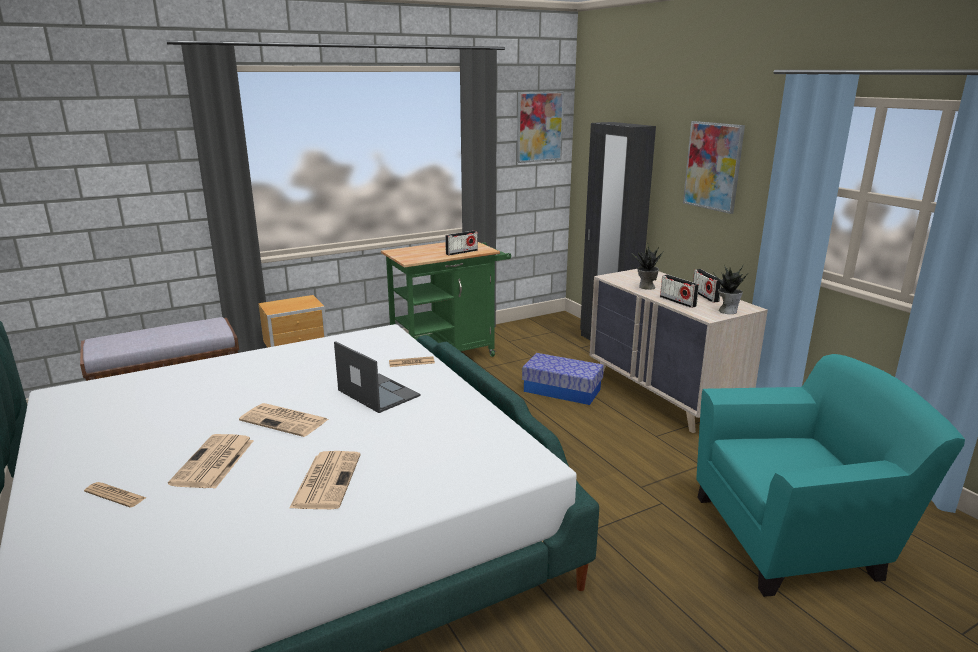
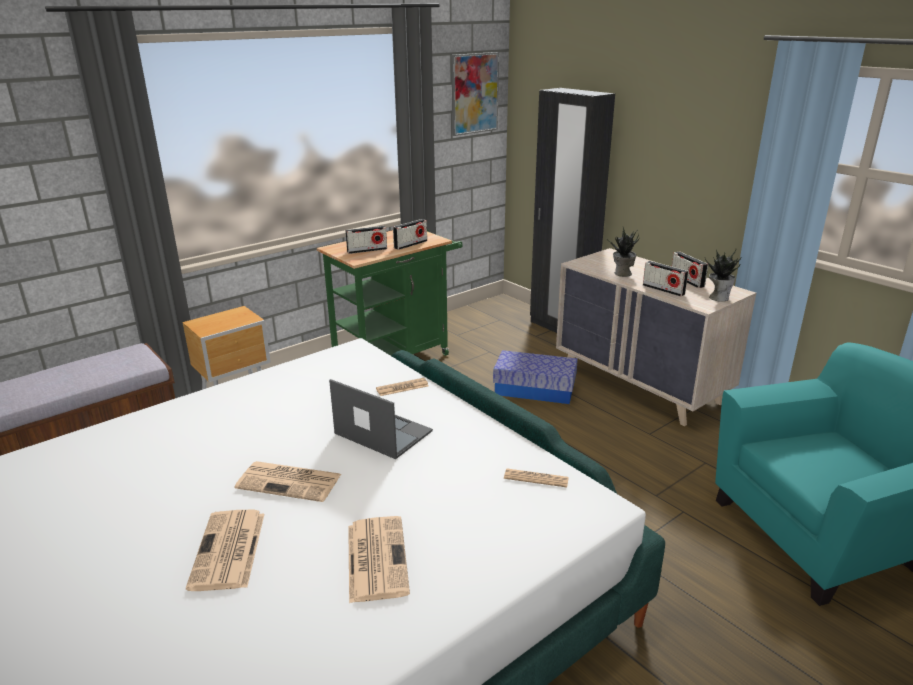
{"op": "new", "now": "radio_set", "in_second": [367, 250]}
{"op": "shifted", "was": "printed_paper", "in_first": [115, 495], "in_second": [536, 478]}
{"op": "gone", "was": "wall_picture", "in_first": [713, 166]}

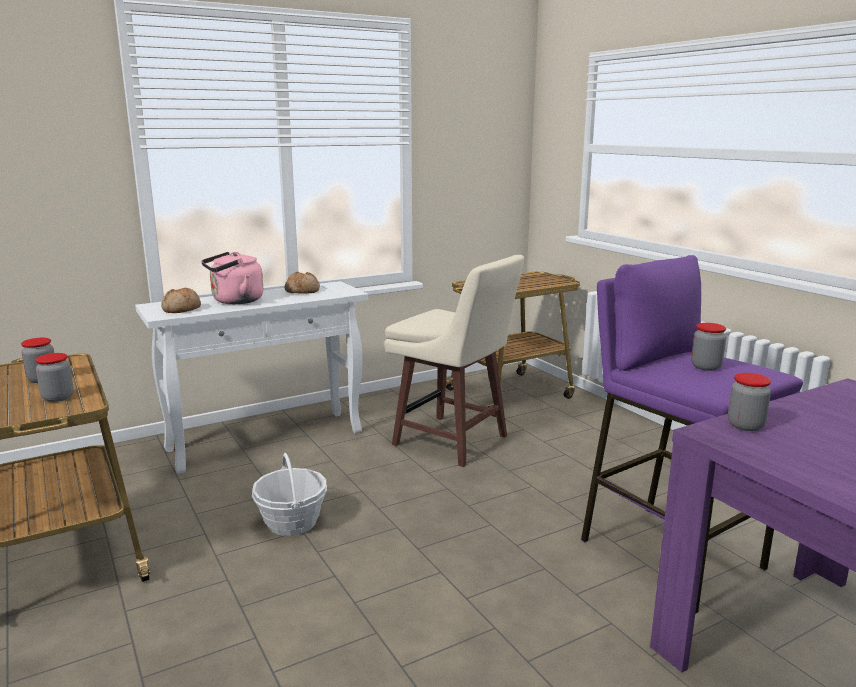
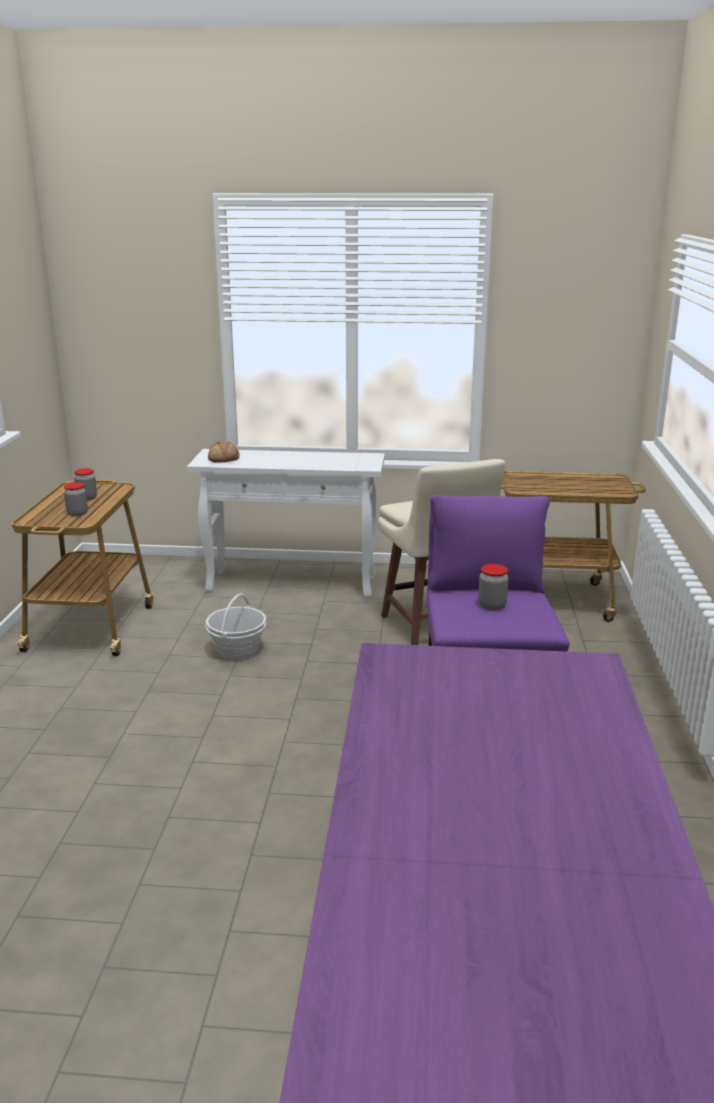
{"op": "gone", "was": "pinkish_kettle", "in_first": [234, 301]}
{"op": "gone", "was": "baked_bread", "in_first": [303, 291]}
{"op": "gone", "was": "storage_jar", "in_first": [745, 425]}

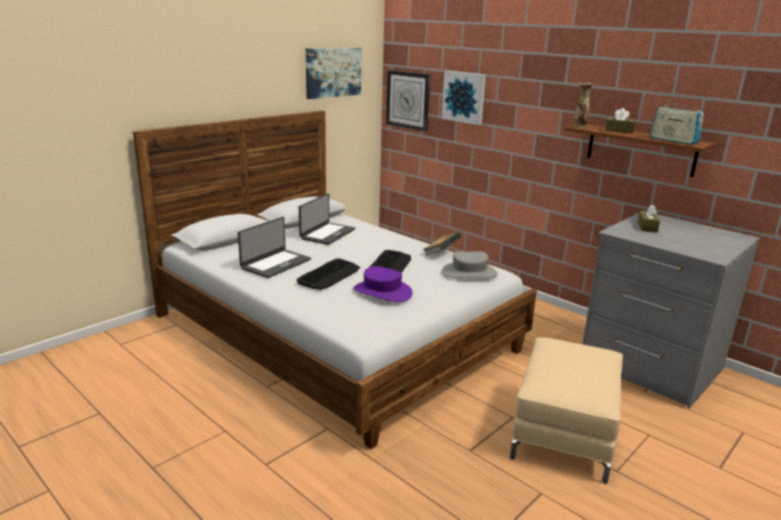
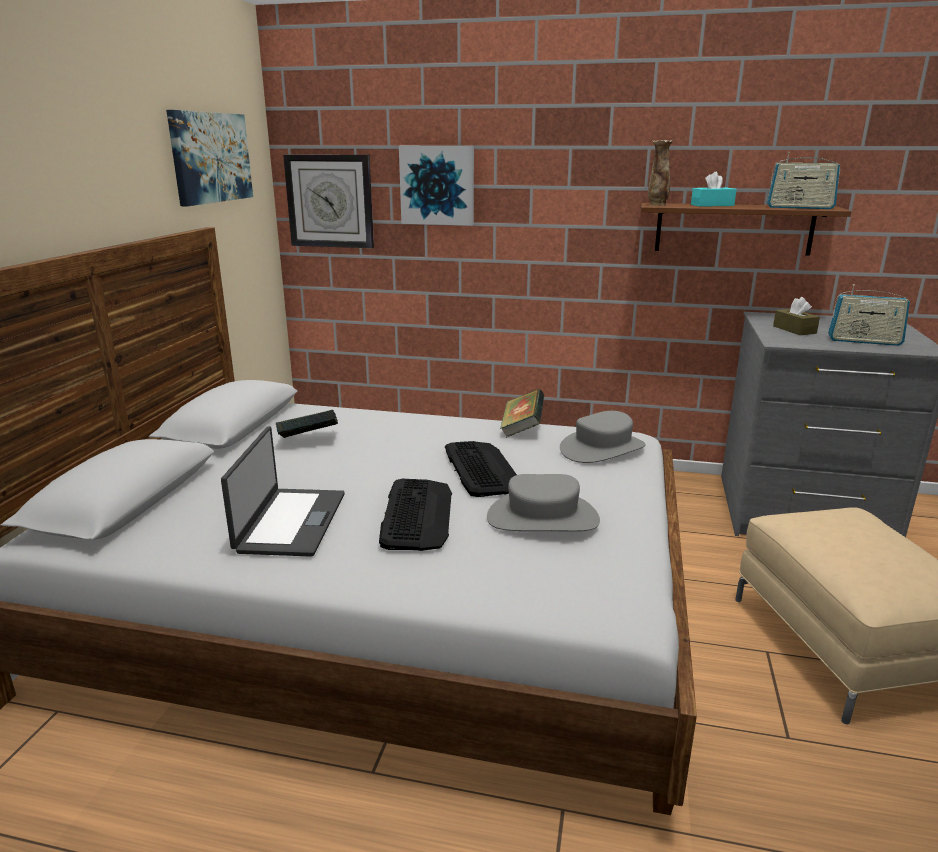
{"op": "swapped", "was": "notebook_computer", "now": "book", "in_first": [327, 234], "in_second": [309, 441]}
{"op": "repainted", "was": "purple-coloured_wearable_hat", "now": "grey_wearable_hat", "in_first": [382, 292], "in_second": [542, 518]}
{"op": "repainted", "was": "brown_tissue_box", "now": "blue-green_tissue_box", "in_first": [619, 131], "in_second": [712, 205]}
{"op": "new", "now": "radio_set", "in_second": [864, 341]}

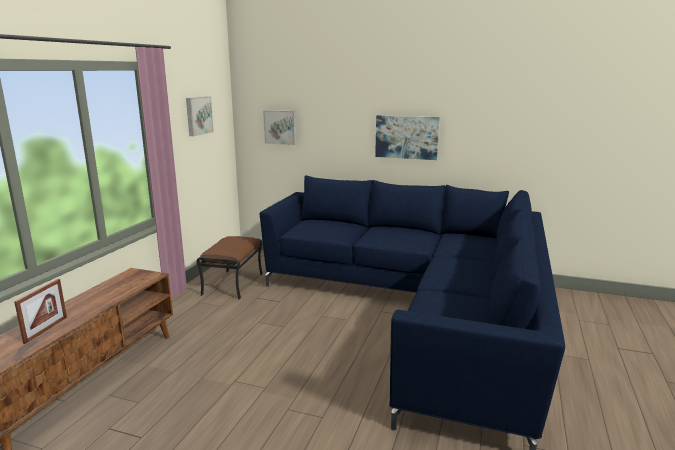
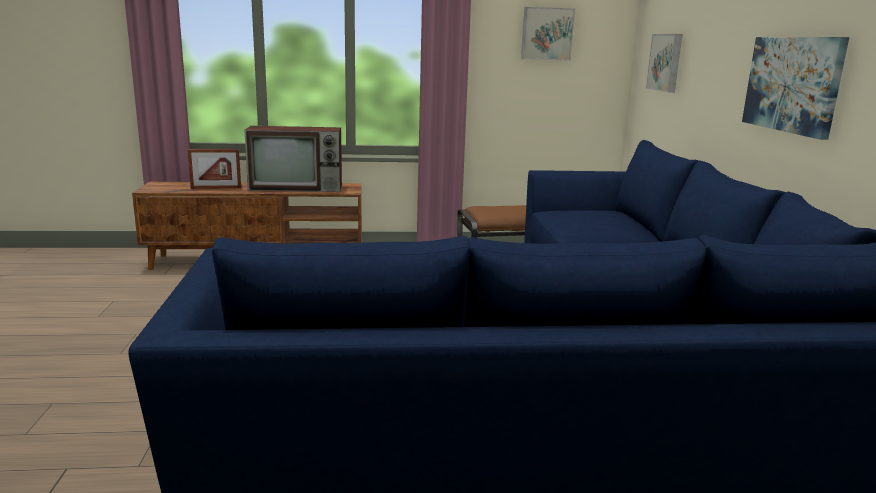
{"op": "new", "now": "TV", "in_second": [298, 187]}

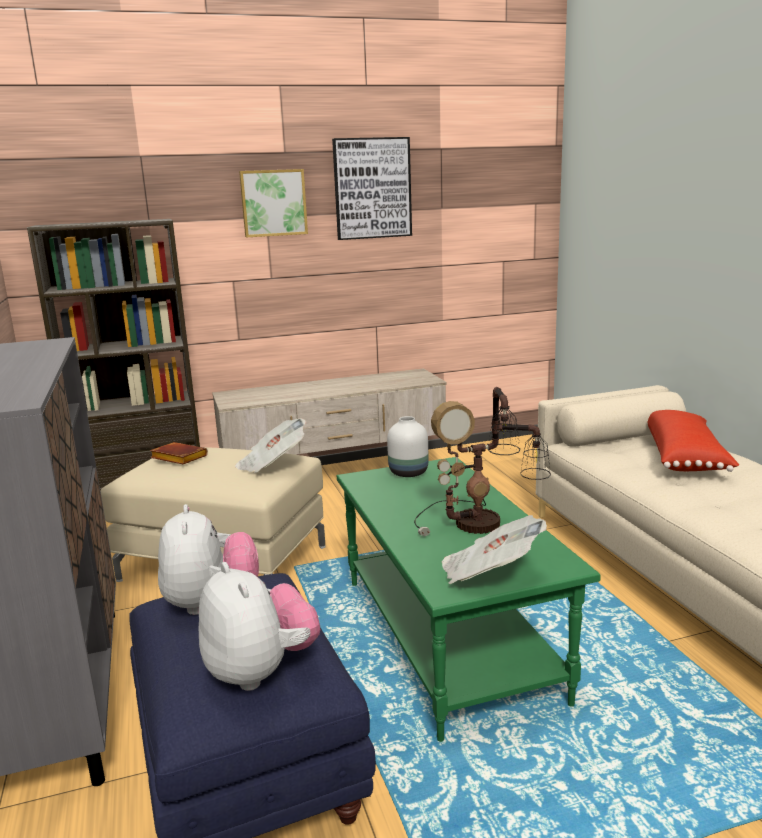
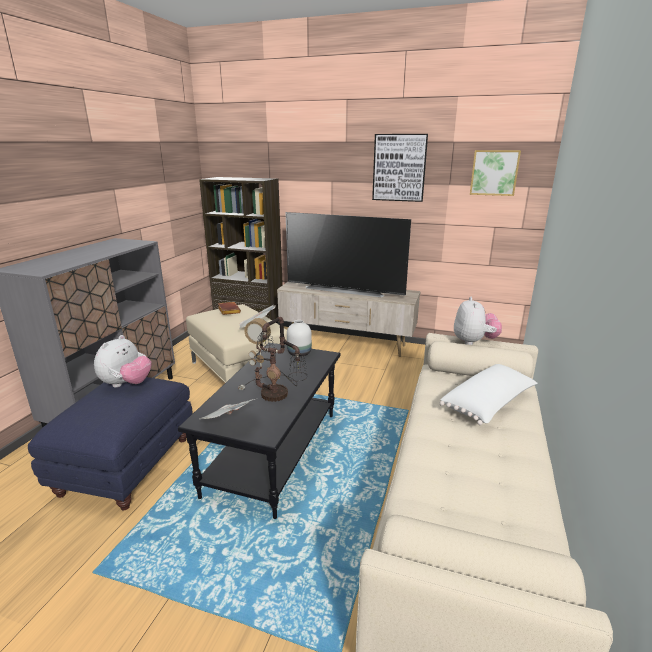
{"op": "repainted", "was": "greenish_coffee_table", "now": "black_coffee_table", "in_first": [450, 637], "in_second": [275, 453]}
{"op": "new", "now": "TV", "in_second": [345, 289]}
{"op": "repainted", "was": "red_pillow", "now": "white_pillow", "in_first": [685, 458], "in_second": [489, 405]}
{"op": "shifted", "was": "soft_toy", "in_first": [260, 671], "in_second": [474, 342]}
{"op": "shifted", "was": "wall_picture", "in_first": [273, 203], "in_second": [494, 172]}

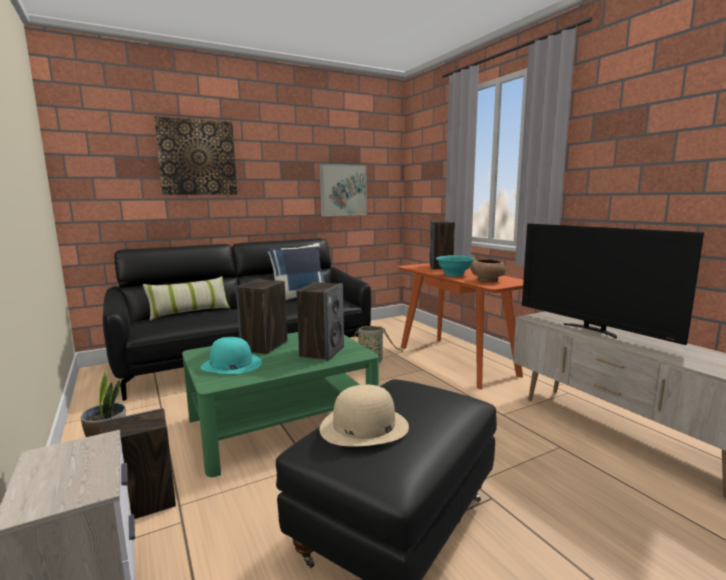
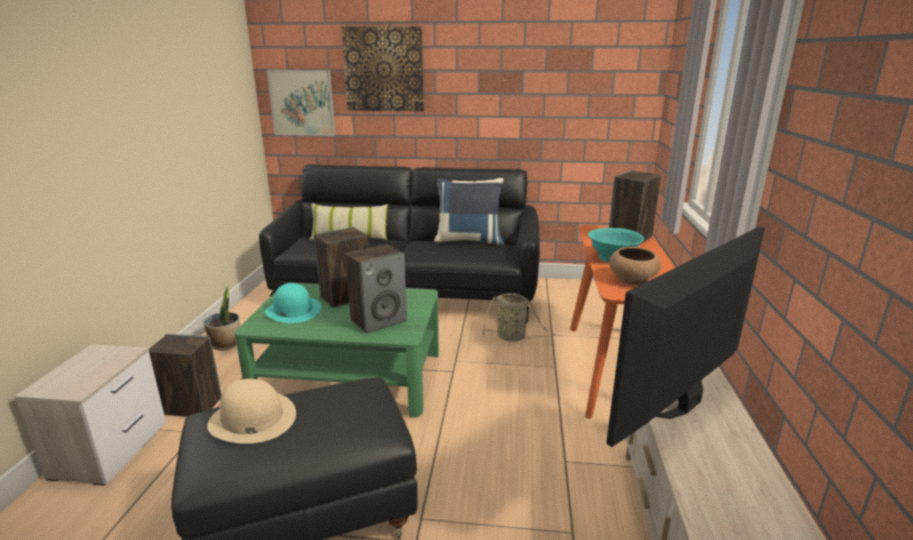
{"op": "shifted", "was": "wall_picture", "in_first": [343, 190], "in_second": [302, 103]}
{"op": "rotated", "was": "TV", "in_first": [592, 330], "in_second": [683, 403], "clockwise": 45}

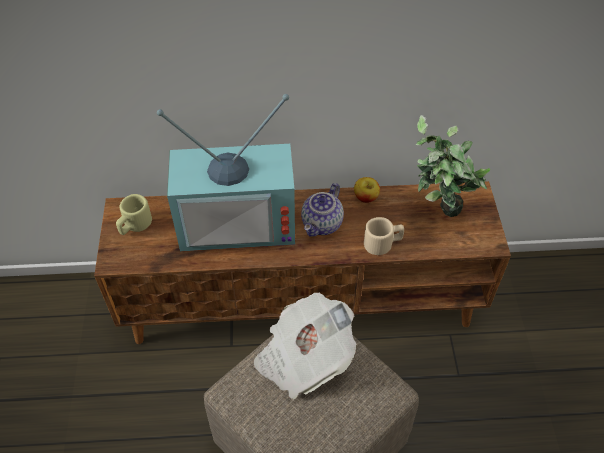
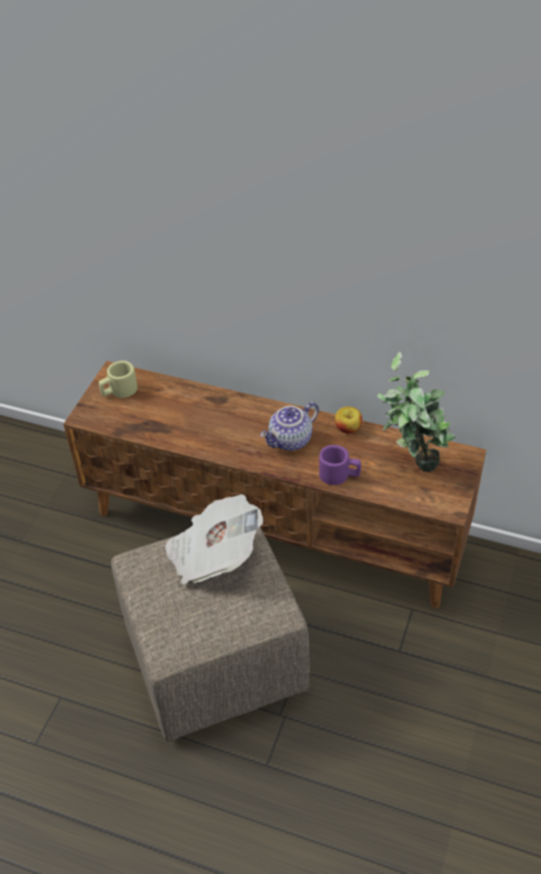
{"op": "repainted", "was": "beige_mug", "now": "purple-coloured_mug", "in_first": [383, 243], "in_second": [339, 475]}
{"op": "gone", "was": "TV", "in_first": [239, 220]}

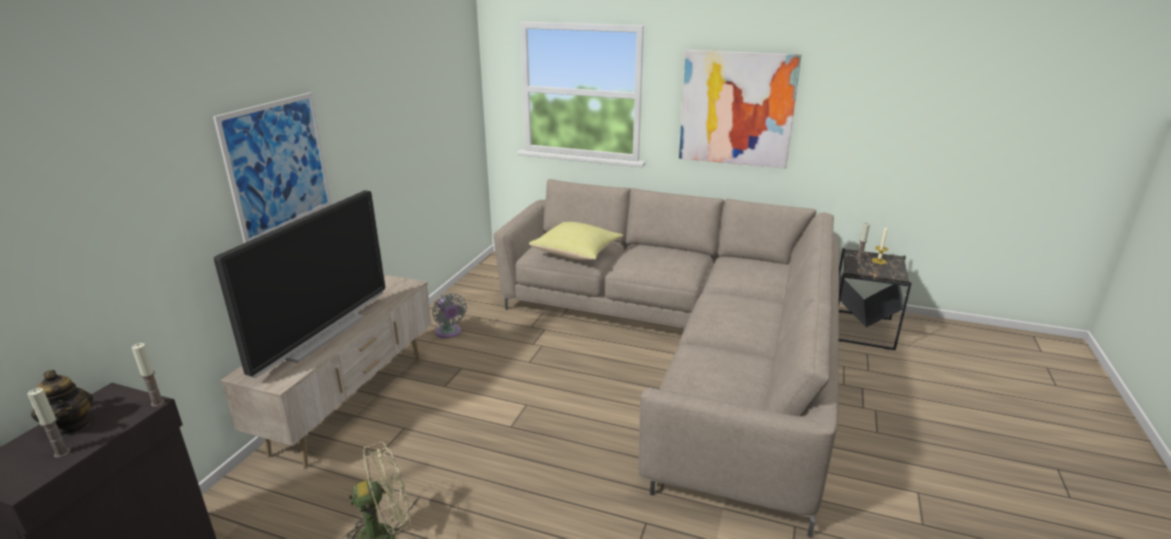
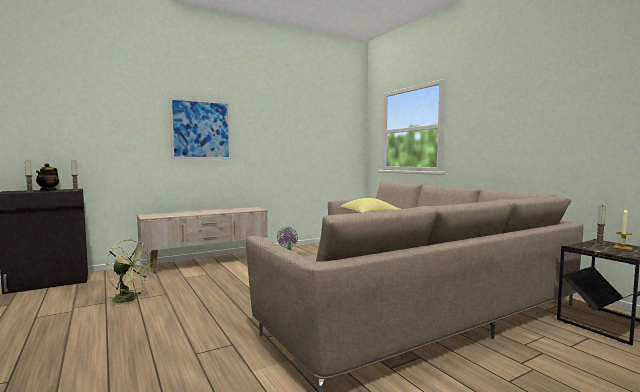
{"op": "gone", "was": "TV", "in_first": [321, 335]}
{"op": "gone", "was": "wall_picture", "in_first": [736, 109]}

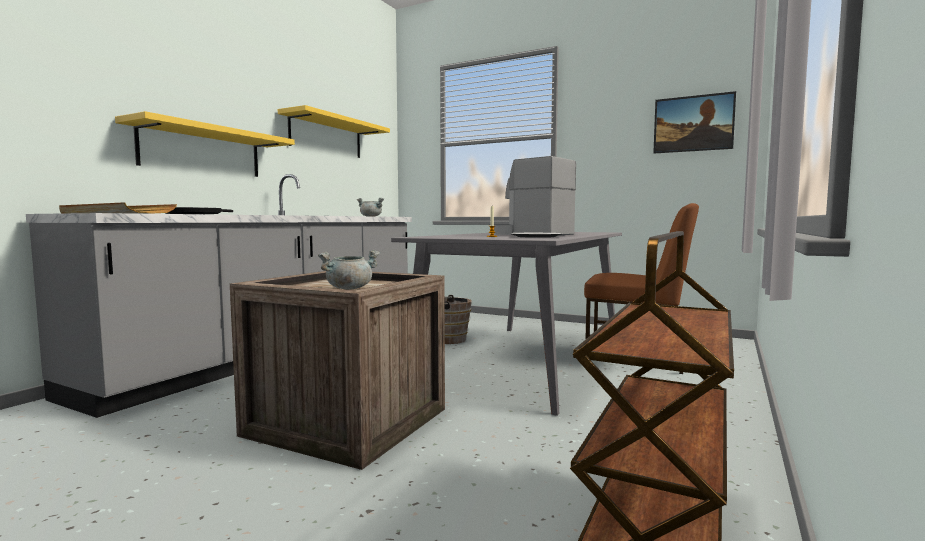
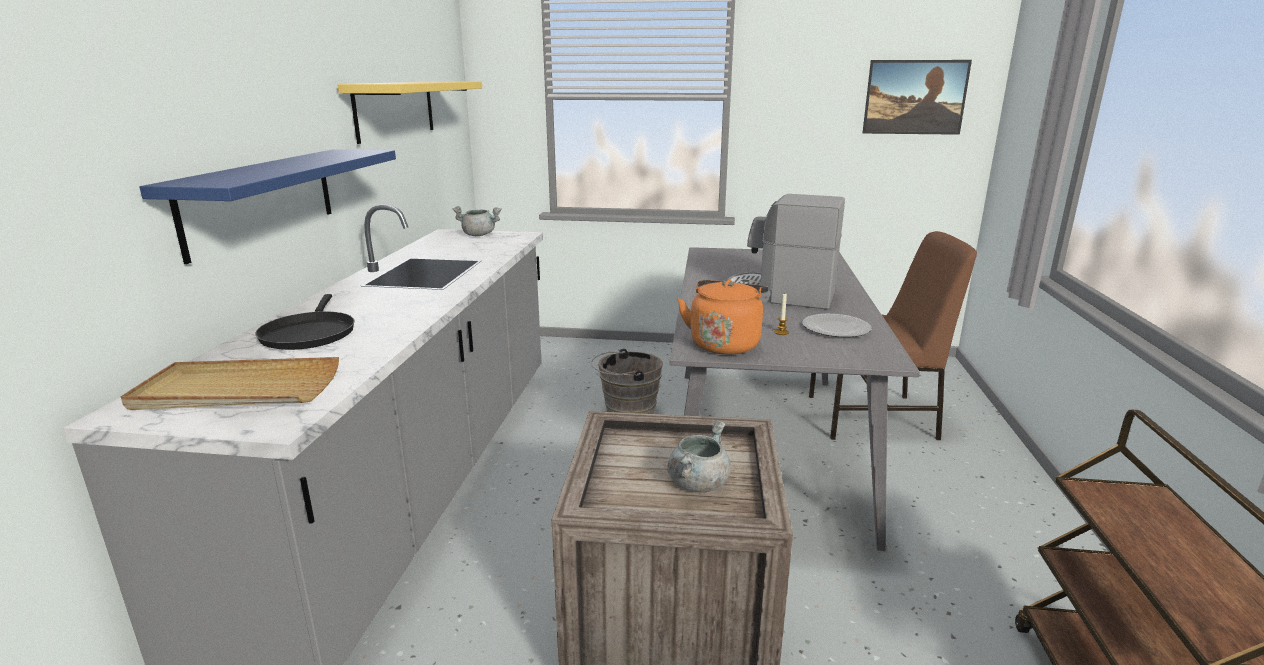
{"op": "repainted", "was": "yellow_bracket_shelf", "now": "bluish_bracket_shelf", "in_first": [202, 151], "in_second": [261, 200]}
{"op": "new", "now": "orangey_kettle", "in_second": [725, 344]}

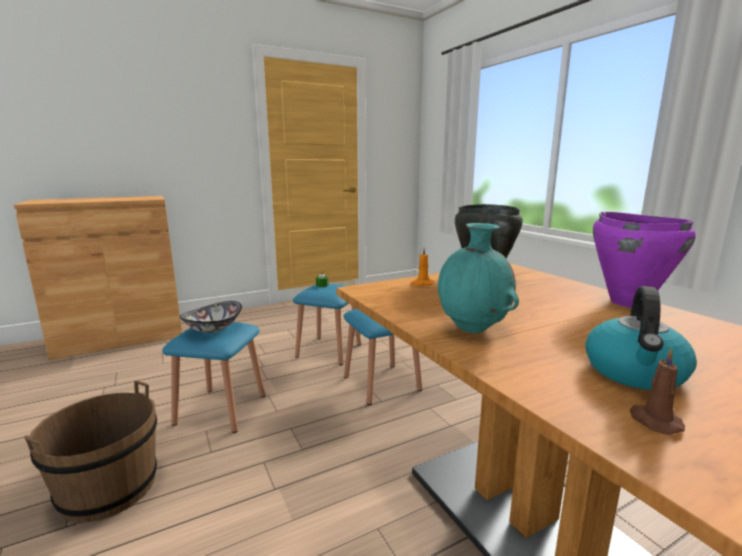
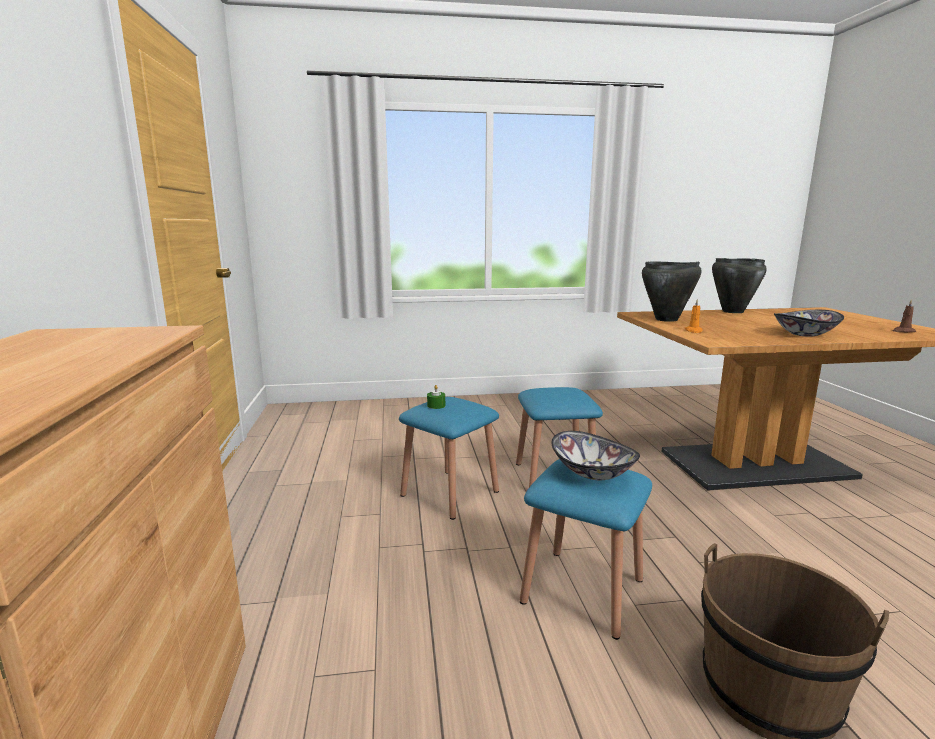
{"op": "repainted", "was": "purple-coloured_cooking_pot", "now": "black_cooking_pot", "in_first": [627, 302], "in_second": [732, 311]}
{"op": "swapped", "was": "blue-green_decorative_vase", "now": "bowl", "in_first": [473, 329], "in_second": [804, 334]}
{"op": "gone", "was": "kettle", "in_first": [634, 373]}

